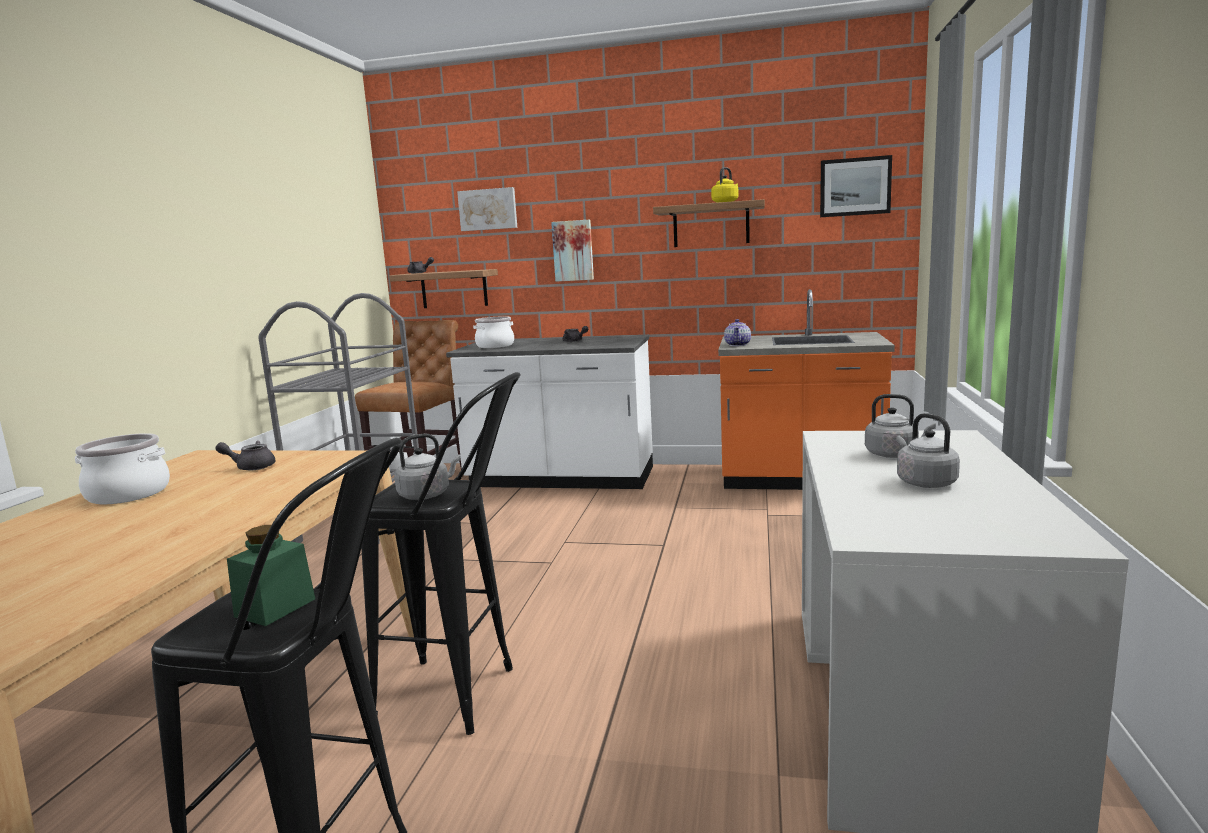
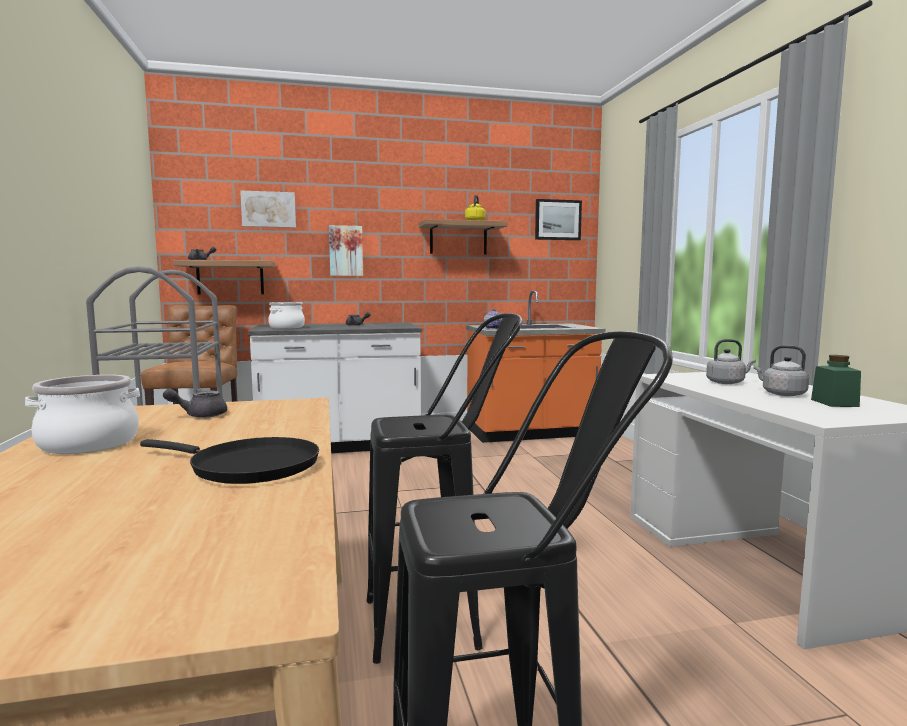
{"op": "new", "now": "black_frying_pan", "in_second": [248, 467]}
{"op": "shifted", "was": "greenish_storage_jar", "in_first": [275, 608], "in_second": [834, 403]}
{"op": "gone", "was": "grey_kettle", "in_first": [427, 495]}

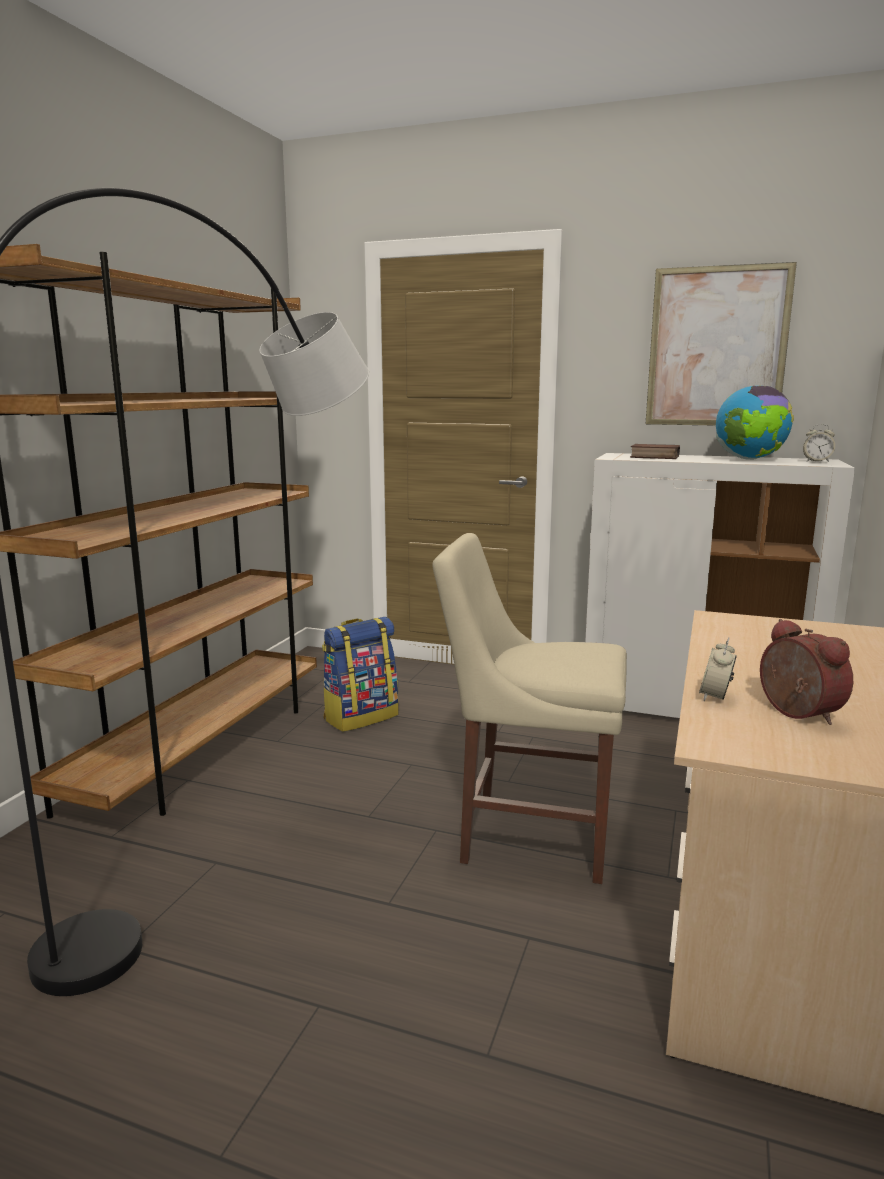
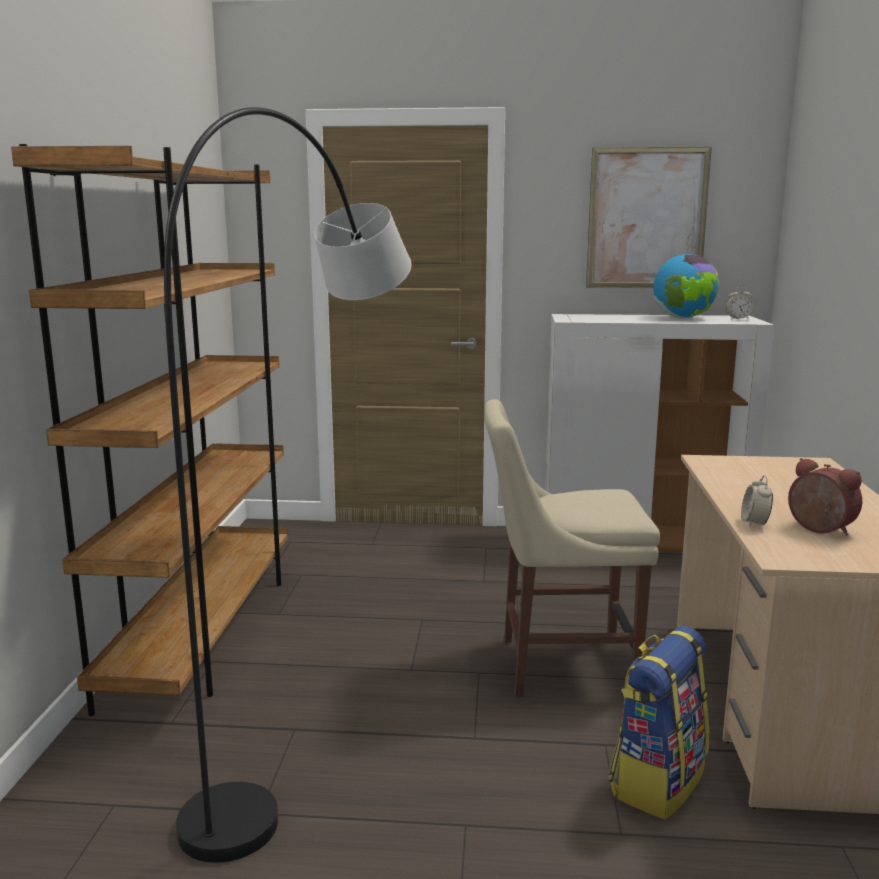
{"op": "shifted", "was": "knapsack", "in_first": [361, 717], "in_second": [656, 780]}
{"op": "gone", "was": "book", "in_first": [653, 457]}

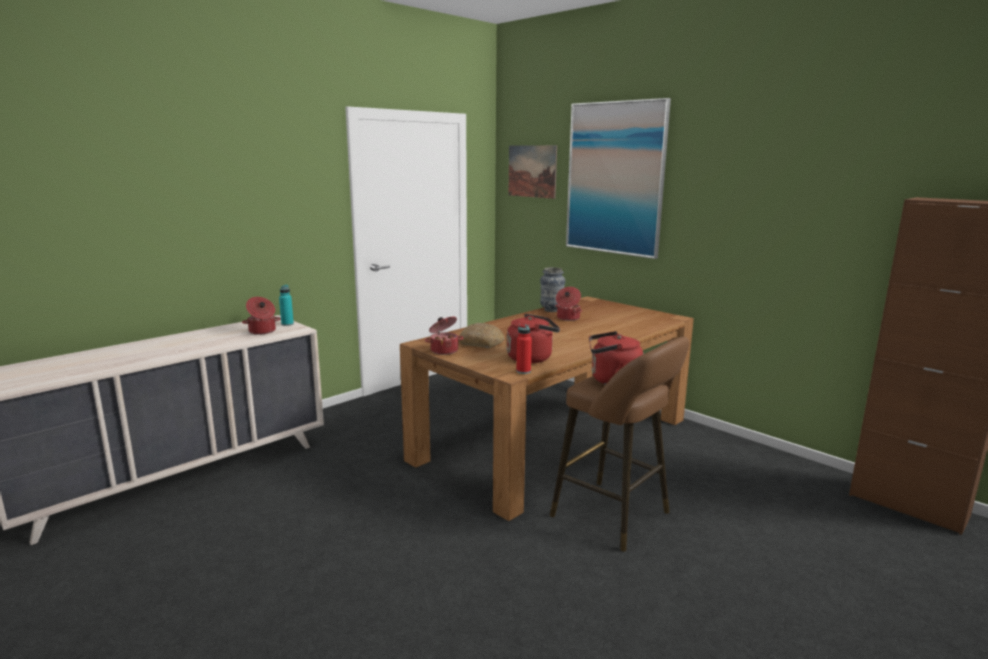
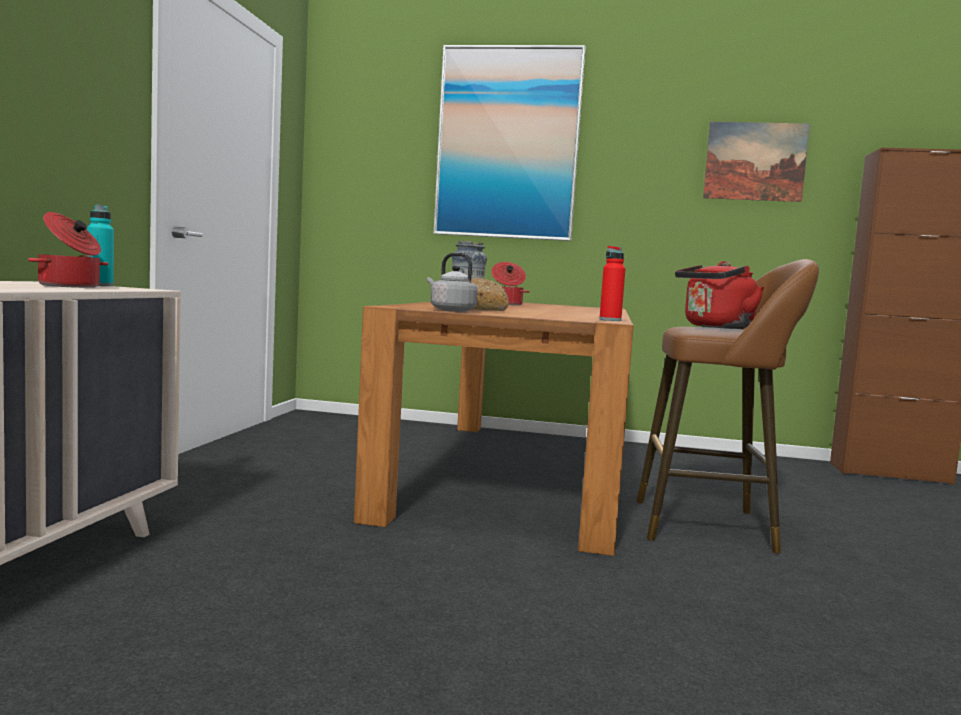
{"op": "swapped", "was": "cooking_pot", "now": "grey_kettle", "in_first": [444, 350], "in_second": [450, 310]}
{"op": "shifted", "was": "wall_picture", "in_first": [532, 171], "in_second": [755, 161]}
{"op": "gone", "was": "red_kettle", "in_first": [532, 358]}

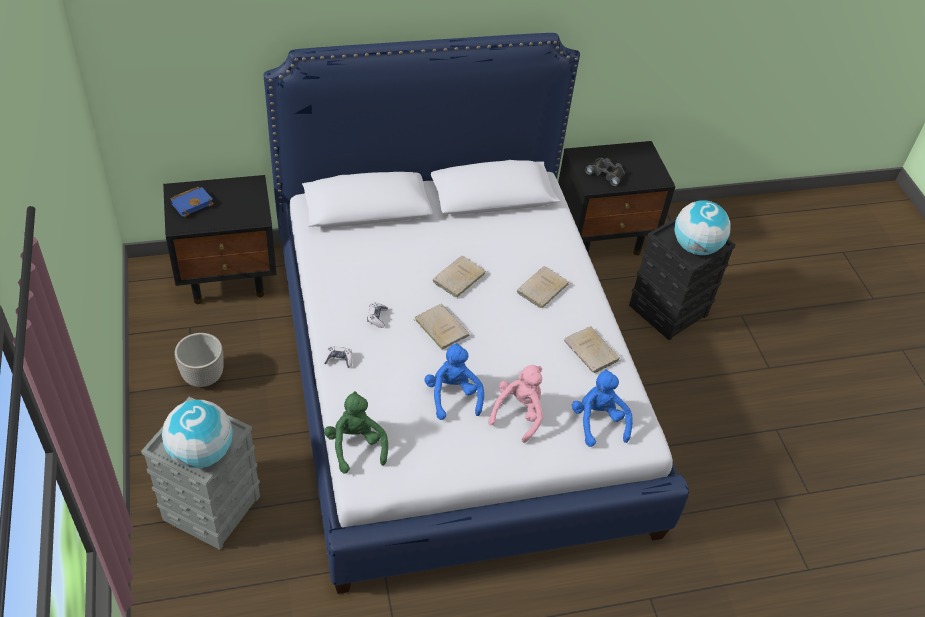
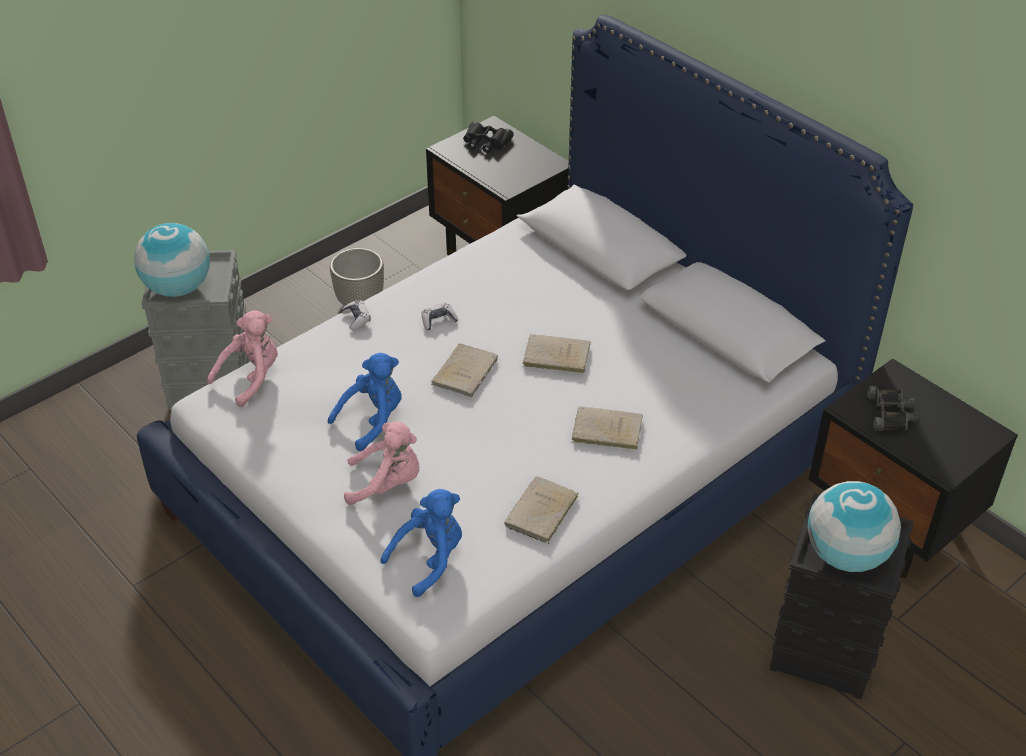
{"op": "repainted", "was": "greenish_soft_toy", "now": "pinkish_soft_toy", "in_first": [356, 445], "in_second": [251, 378]}
{"op": "swapped", "was": "bluish_book", "now": "black_pair_of_binoculars", "in_first": [192, 203], "in_second": [486, 142]}

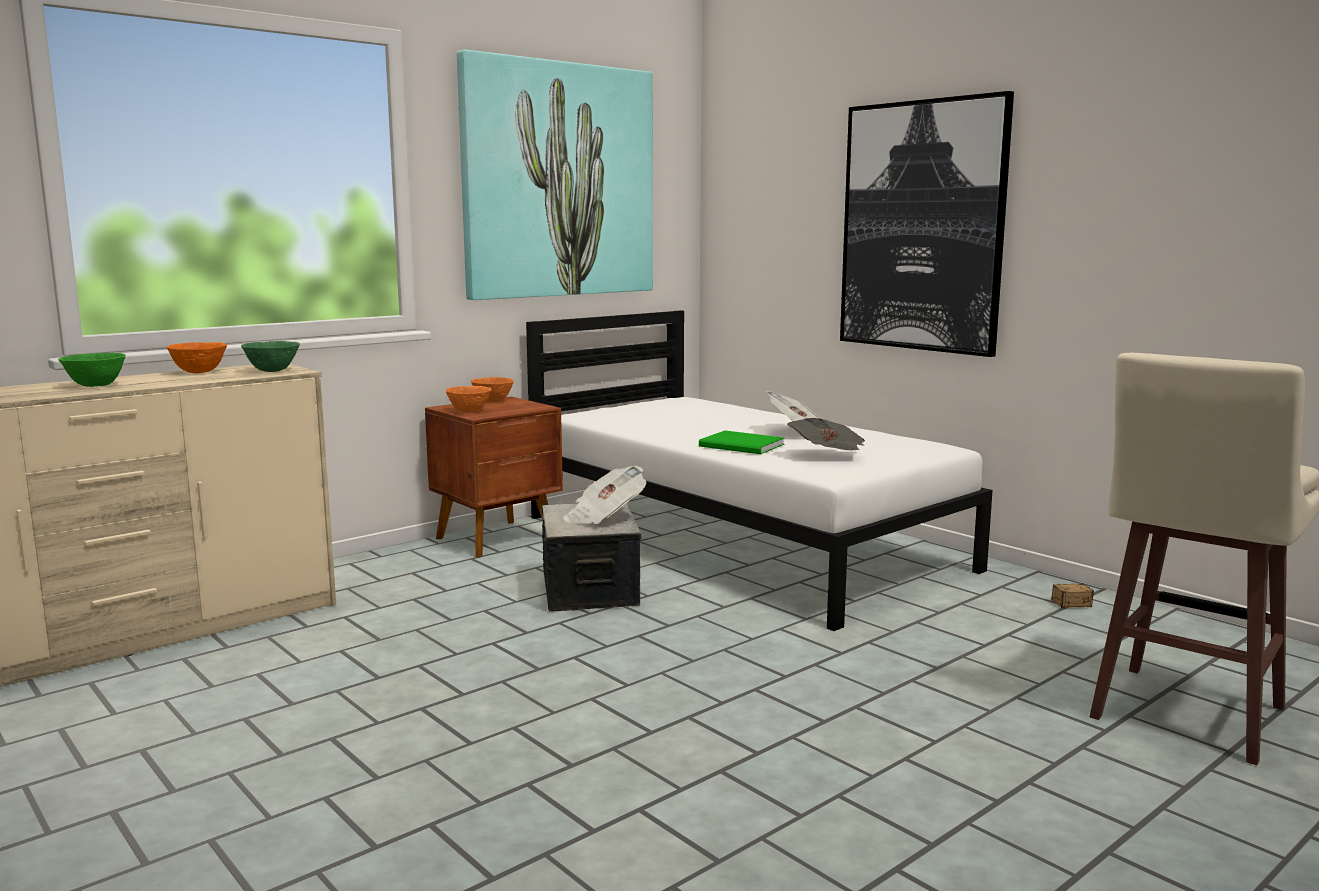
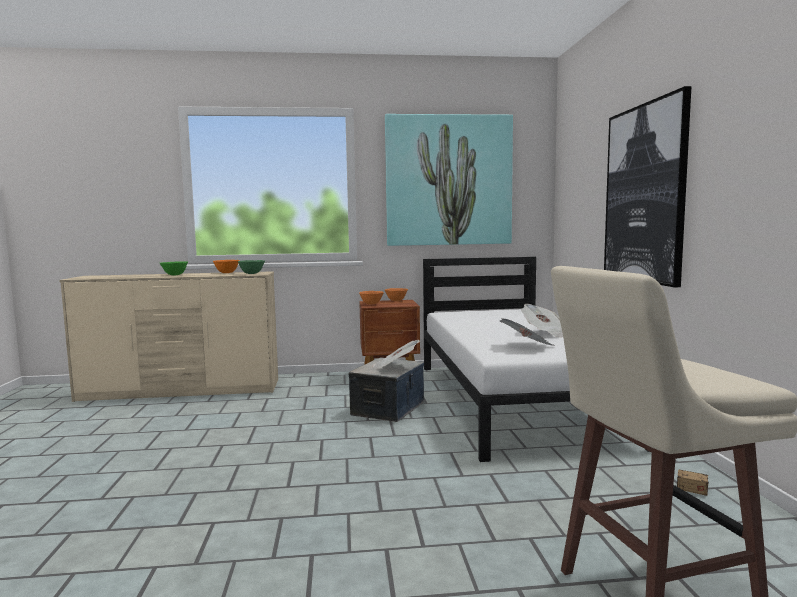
{"op": "gone", "was": "greenish_book", "in_first": [742, 446]}

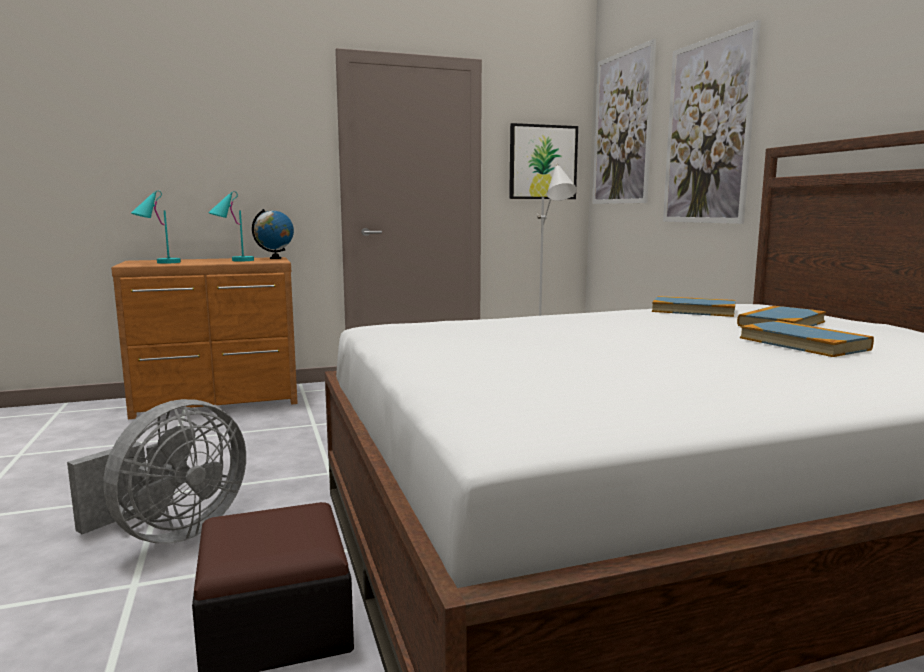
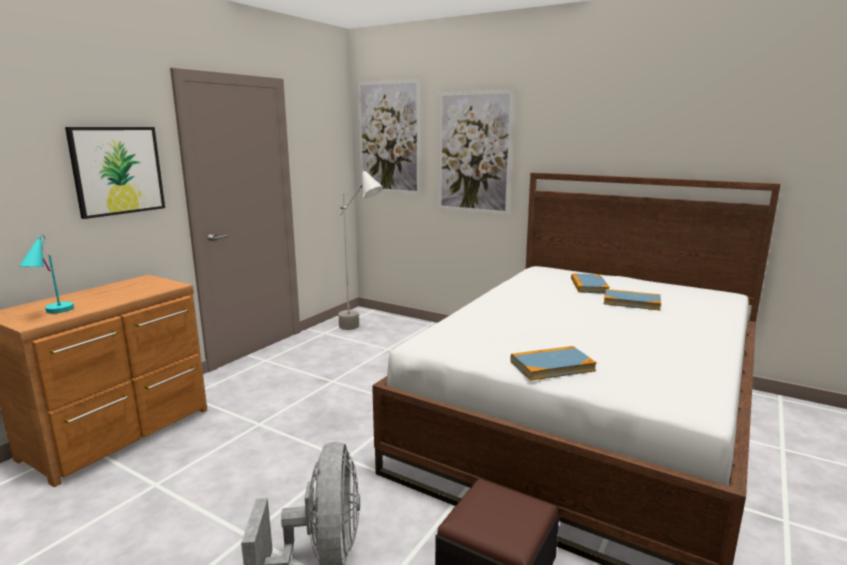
{"op": "shifted", "was": "wall_picture", "in_first": [542, 162], "in_second": [117, 170]}
{"op": "shifted", "was": "book", "in_first": [693, 310], "in_second": [552, 366]}
{"op": "gone", "was": "blue-green_tabletop_lamp", "in_first": [233, 261]}
{"op": "gone", "was": "desk_globe", "in_first": [275, 258]}

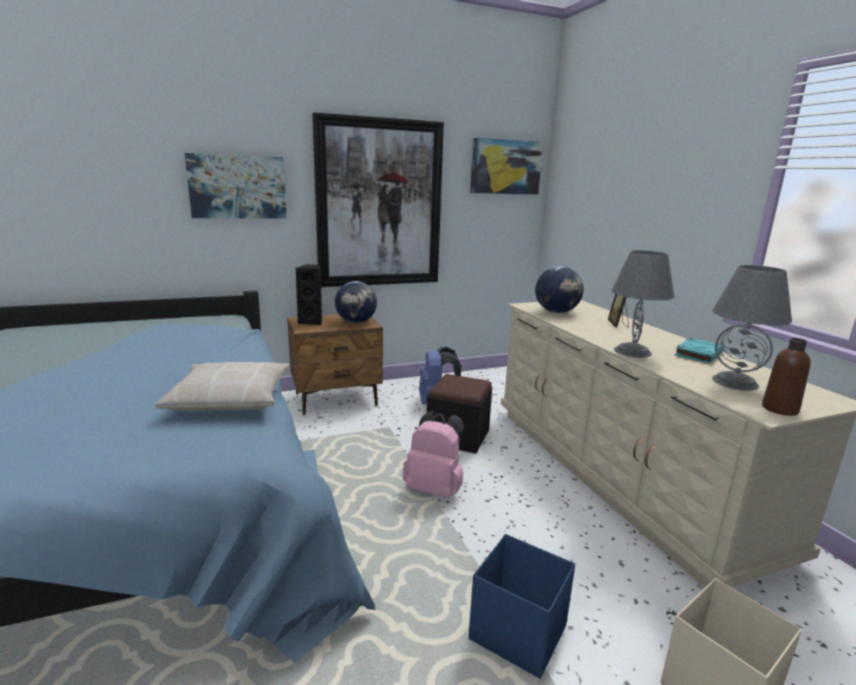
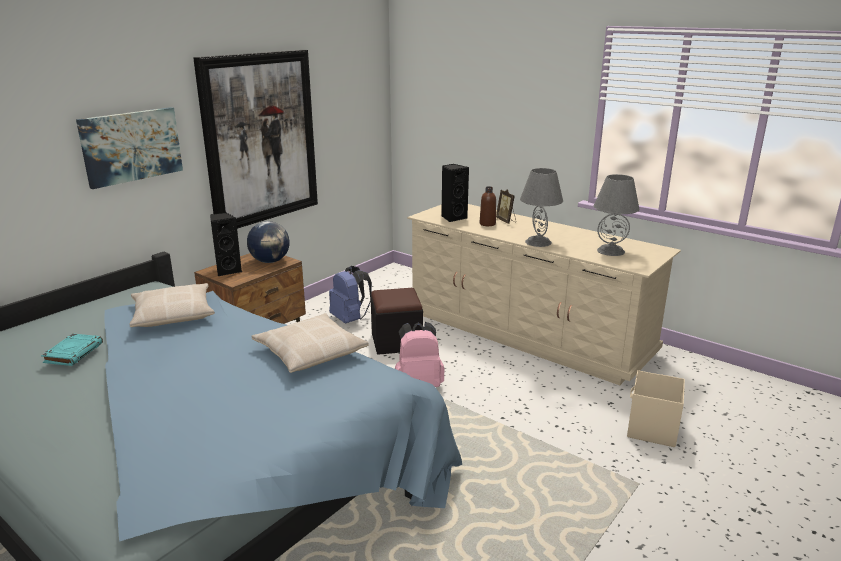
{"op": "shifted", "was": "blue-green_book", "in_first": [698, 354], "in_second": [74, 353]}
{"op": "new", "now": "beige_pillow", "in_second": [173, 314]}
{"op": "swapped", "was": "desk_globe", "now": "black_loudspeaker", "in_first": [556, 312], "in_second": [453, 218]}
{"op": "shifted", "was": "brown_beverage_bottle", "in_first": [779, 409], "in_second": [487, 224]}
{"op": "gone", "was": "bluish_storage_container", "in_first": [517, 632]}
{"op": "gone", "was": "wall_picture", "in_first": [505, 167]}

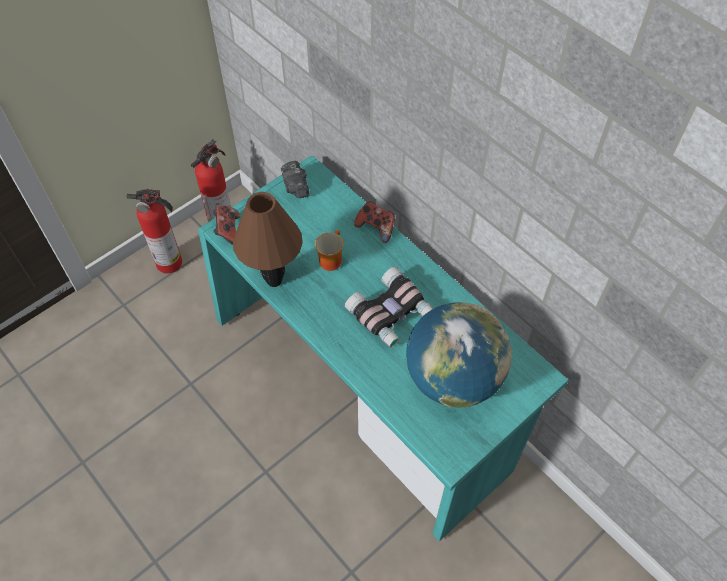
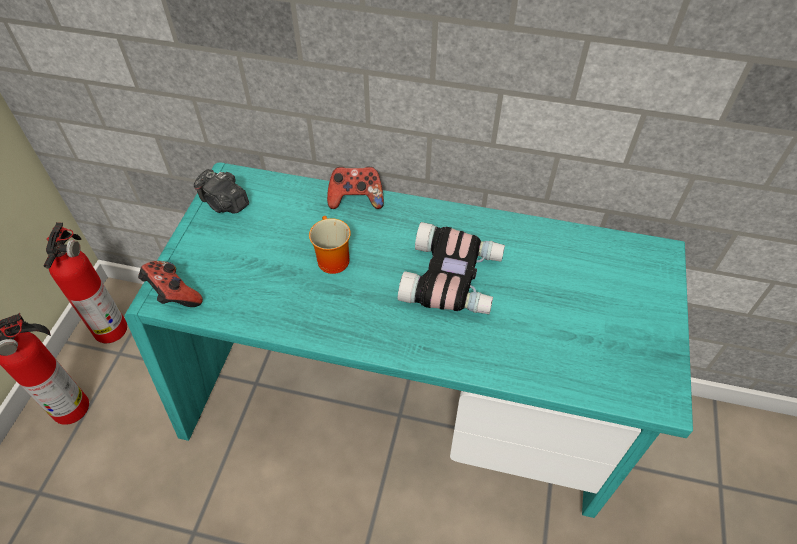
{"op": "gone", "was": "brown_tabletop_lamp", "in_first": [275, 281]}
{"op": "gone", "was": "desk_globe", "in_first": [453, 378]}

